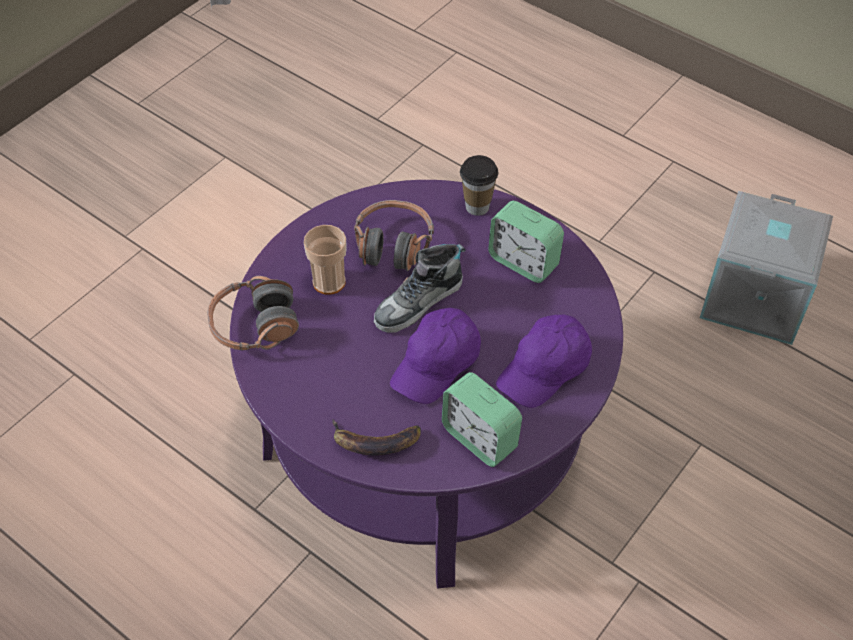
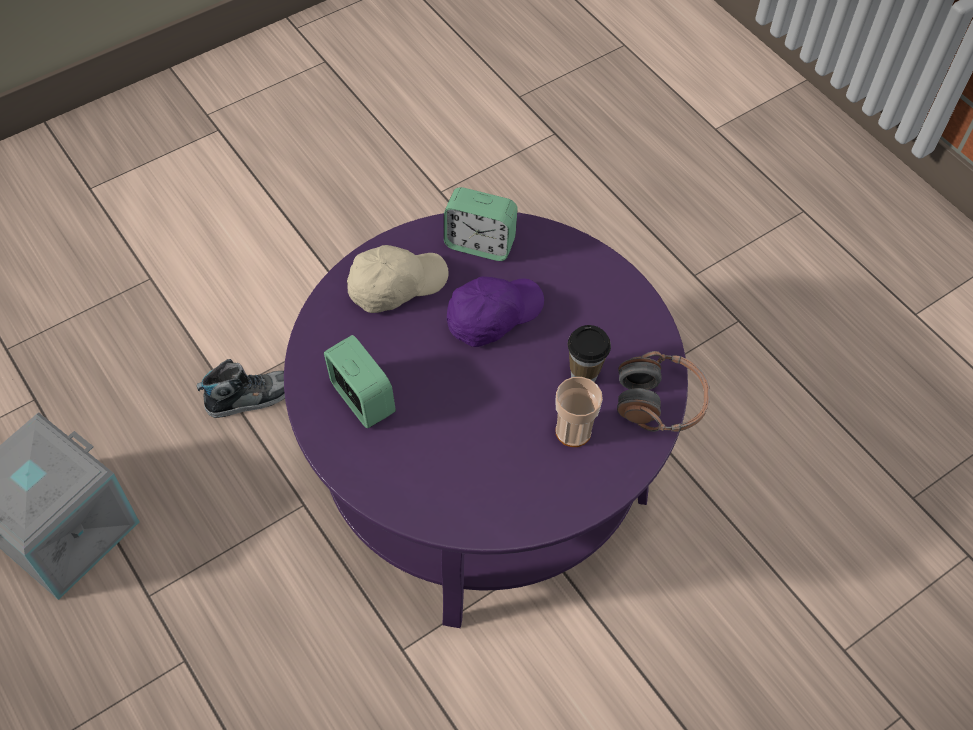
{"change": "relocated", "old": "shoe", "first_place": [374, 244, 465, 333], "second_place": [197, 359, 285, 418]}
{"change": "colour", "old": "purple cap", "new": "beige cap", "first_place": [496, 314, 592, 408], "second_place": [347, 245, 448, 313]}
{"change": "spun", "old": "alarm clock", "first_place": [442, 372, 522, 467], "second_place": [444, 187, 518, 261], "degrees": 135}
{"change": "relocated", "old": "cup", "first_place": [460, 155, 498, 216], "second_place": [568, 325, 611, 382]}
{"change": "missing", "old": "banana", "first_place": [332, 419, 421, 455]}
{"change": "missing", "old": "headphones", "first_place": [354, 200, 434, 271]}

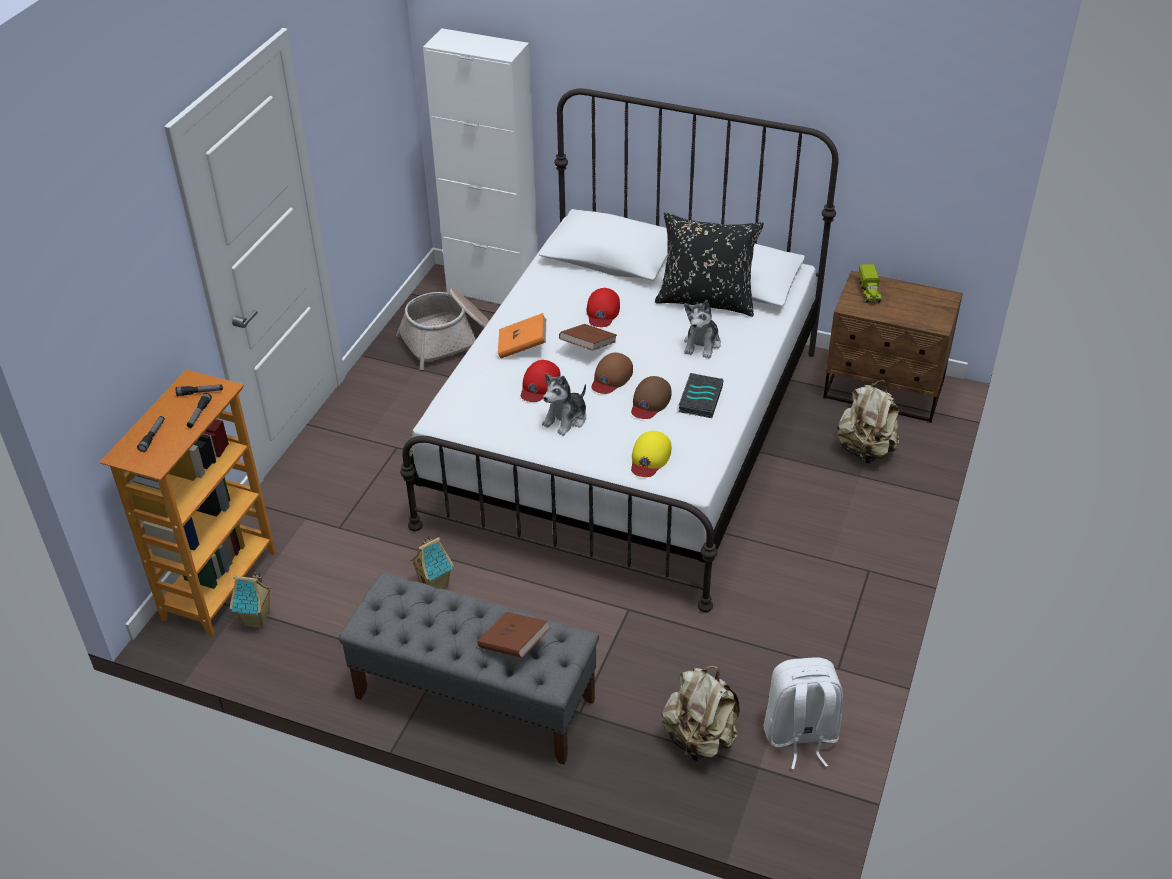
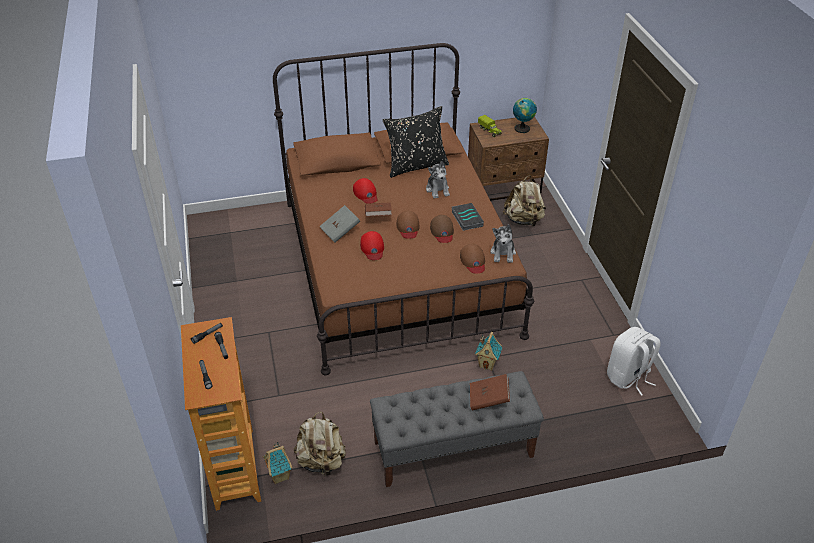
{"change": "colour", "old": "white bed", "new": "brown bed", "first_place": [400, 88, 839, 612], "second_place": [273, 43, 534, 375]}
{"change": "relocated", "old": "beige backpack", "first_place": [662, 666, 740, 762], "second_place": [293, 412, 346, 477]}
{"change": "colour", "old": "orange book", "new": "grey book", "first_place": [498, 313, 546, 359], "second_place": [320, 205, 360, 243]}
{"change": "colour", "old": "yellow cap", "new": "brown cap", "first_place": [631, 431, 671, 477], "second_place": [460, 244, 485, 273]}
{"change": "relocated", "old": "toy house", "first_place": [410, 535, 454, 589], "second_place": [475, 332, 502, 371]}
{"change": "relocated", "old": "plush toy", "first_place": [542, 373, 586, 436], "second_place": [490, 224, 516, 263]}
{"change": "appeared", "new": "globe", "second_place": [513, 98, 537, 133]}
{"change": "missing", "old": "basket", "first_place": [396, 288, 489, 370]}
{"change": "missing", "old": "white cabinet", "first_place": [423, 28, 538, 304]}

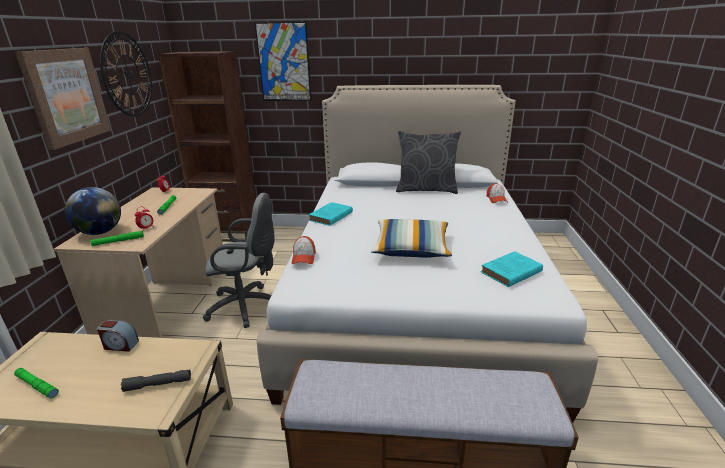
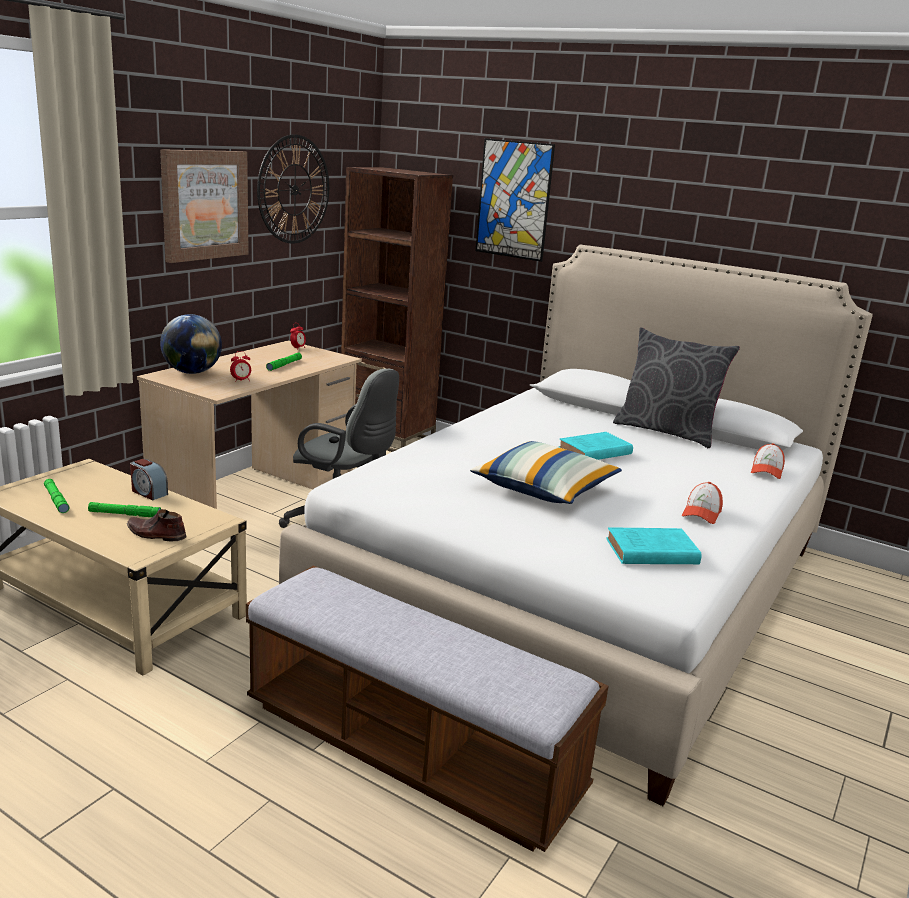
{"change": "relocated", "old": "green flashlight", "first_place": [91, 231, 144, 246], "second_place": [88, 502, 161, 517]}
{"change": "exchanged", "old": "grey flashlight", "new": "brown shoe", "first_place": [121, 370, 191, 392], "second_place": [127, 509, 186, 542]}
{"change": "relocated", "old": "turquoise book", "first_place": [308, 202, 353, 226], "second_place": [559, 432, 633, 460]}
{"change": "relocated", "old": "cap", "first_place": [292, 236, 316, 264], "second_place": [682, 482, 723, 524]}

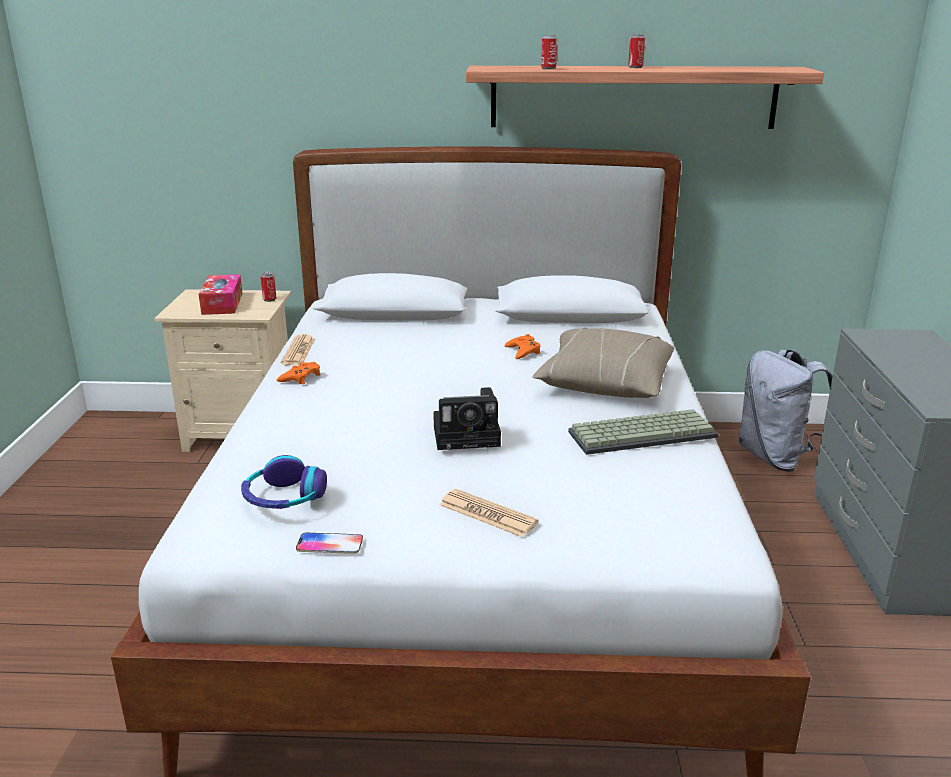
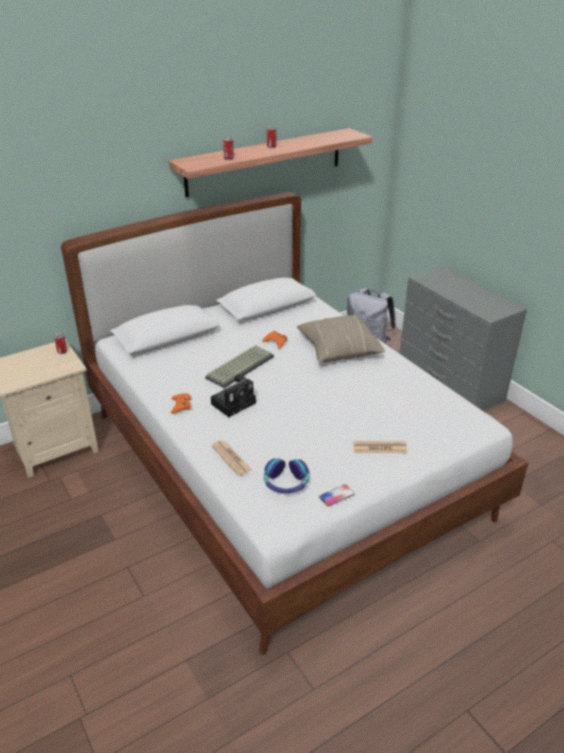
{"change": "relocated", "old": "keyboard", "first_place": [568, 409, 718, 455], "second_place": [205, 345, 274, 388]}
{"change": "relocated", "old": "photo camera", "first_place": [433, 387, 501, 450], "second_place": [211, 374, 256, 417]}
{"change": "relocated", "old": "newspaper", "first_place": [281, 334, 315, 365], "second_place": [212, 440, 252, 476]}
{"change": "missing", "old": "tissue box", "first_place": [199, 274, 243, 315]}

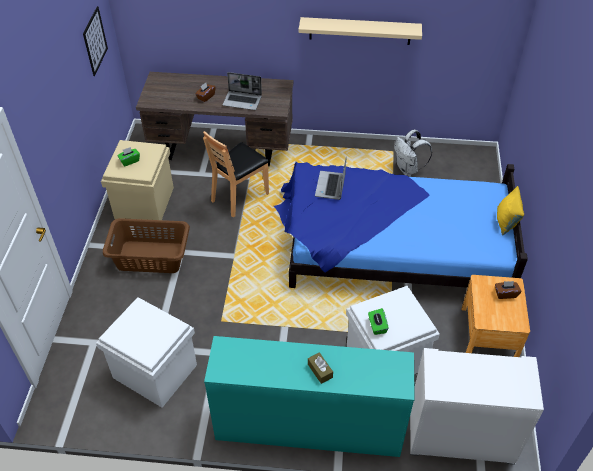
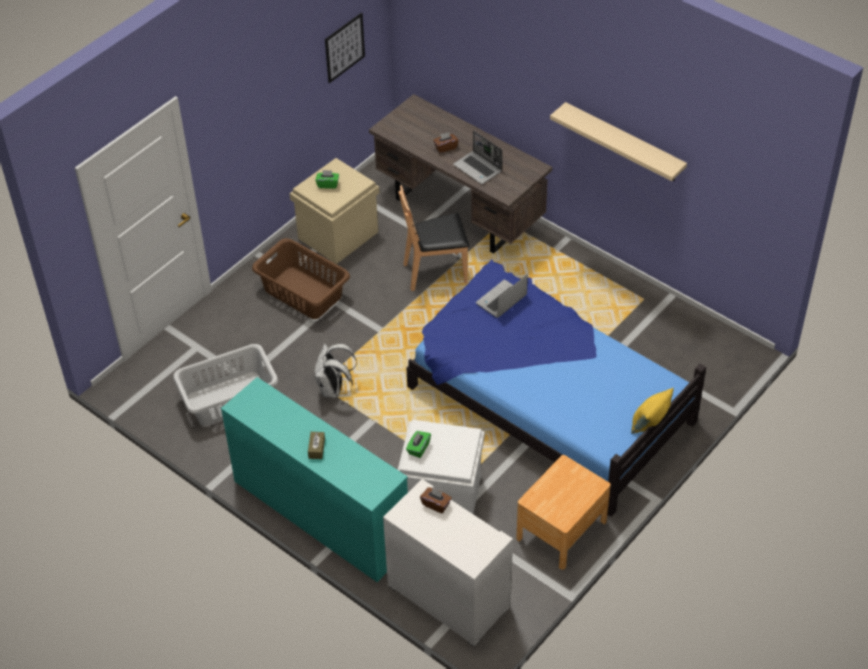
{"change": "exchanged", "old": "white storage box", "new": "grey laundry basket", "first_place": [96, 297, 197, 408], "second_place": [173, 344, 278, 426]}
{"change": "relocated", "old": "white backpack", "first_place": [394, 129, 432, 176], "second_place": [314, 344, 357, 398]}
{"change": "relocated", "old": "brown tissue box", "first_place": [495, 281, 521, 299], "second_place": [420, 487, 452, 513]}

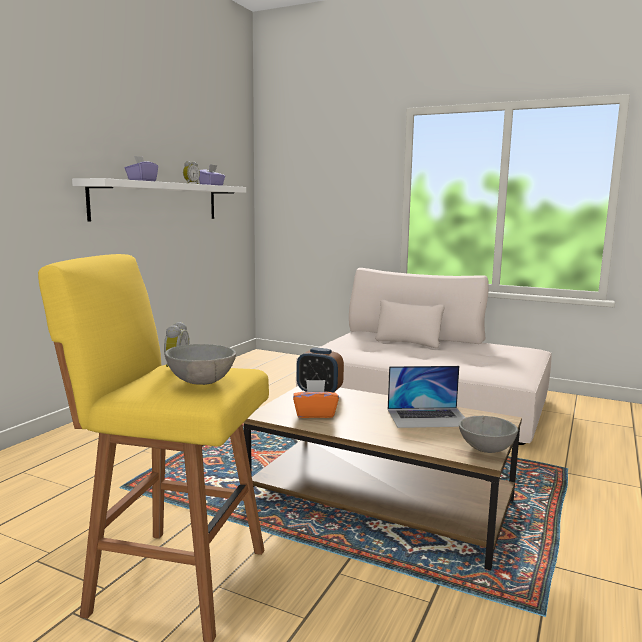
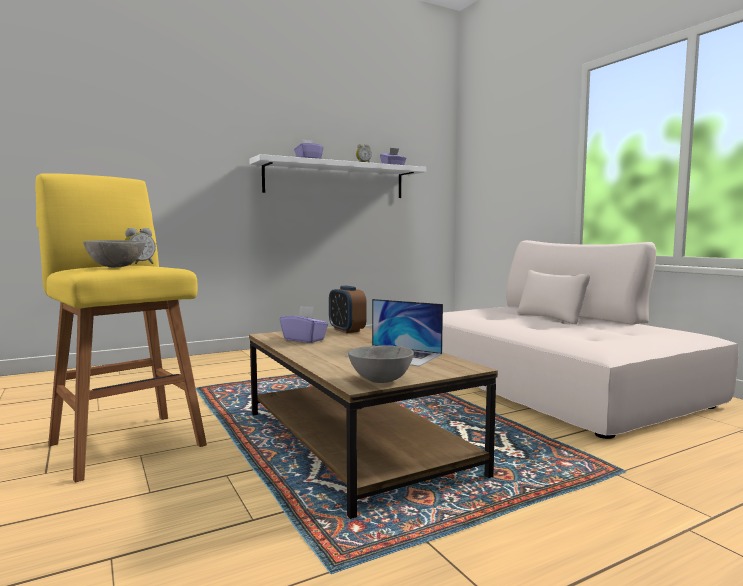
{"change": "colour", "old": "orange tissue box", "new": "purple tissue box", "first_place": [293, 380, 339, 418], "second_place": [279, 306, 328, 343]}

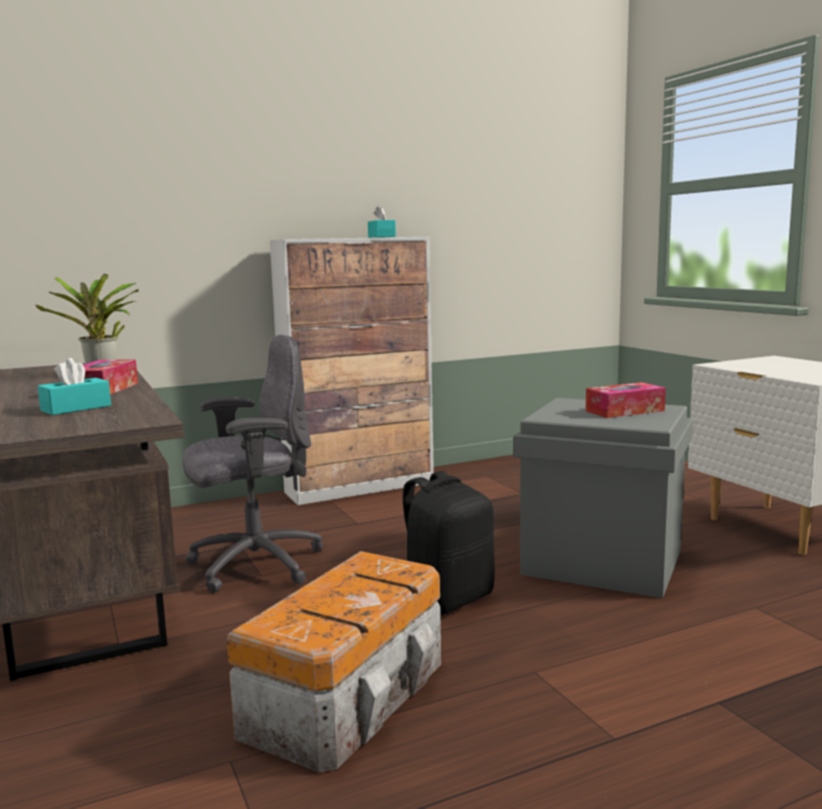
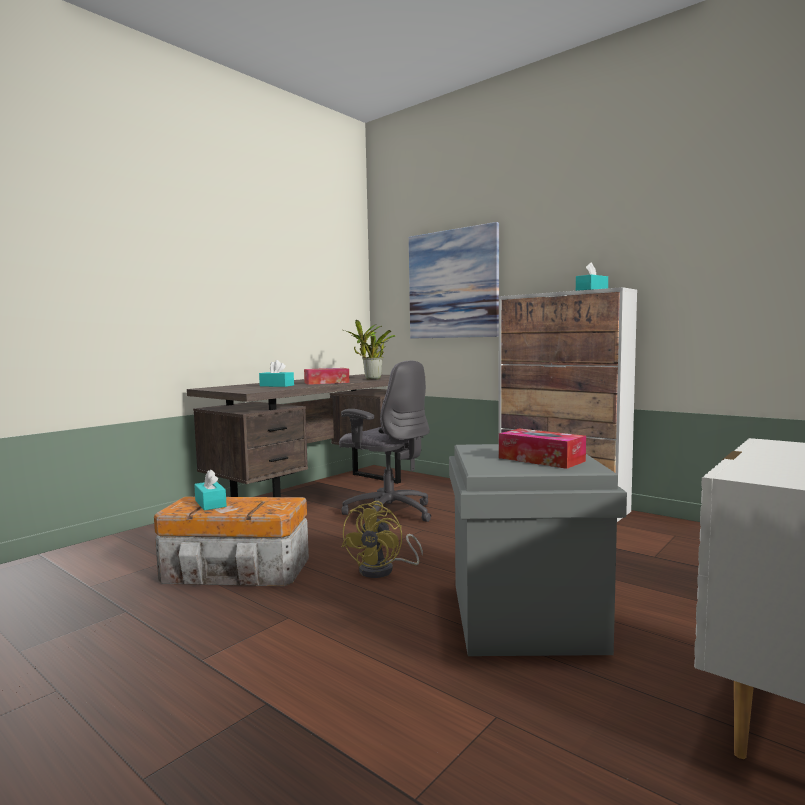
{"change": "appeared", "new": "turquoise tissue box", "second_place": [194, 469, 227, 510]}
{"change": "exchanged", "old": "black backpack", "new": "yellow fan", "first_place": [403, 471, 495, 615], "second_place": [342, 501, 423, 578]}
{"change": "appeared", "new": "picture", "second_place": [409, 222, 499, 339]}

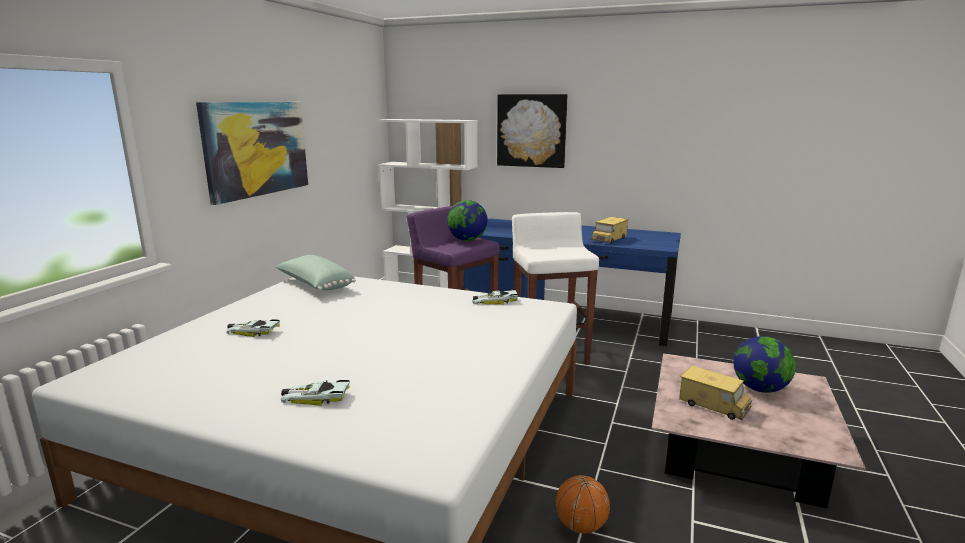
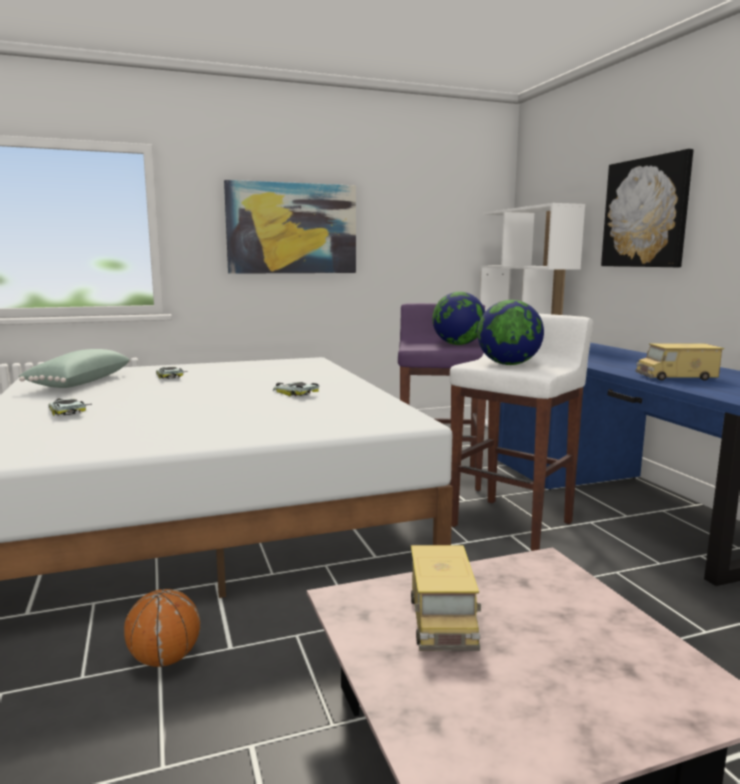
{"change": "relocated", "old": "green pillow", "first_place": [276, 255, 356, 290], "second_place": [19, 349, 130, 388]}
{"change": "relocated", "old": "toy car", "first_place": [472, 289, 518, 305], "second_place": [273, 382, 319, 396]}
{"change": "relocated", "old": "globe", "first_place": [734, 336, 796, 393], "second_place": [477, 300, 544, 365]}

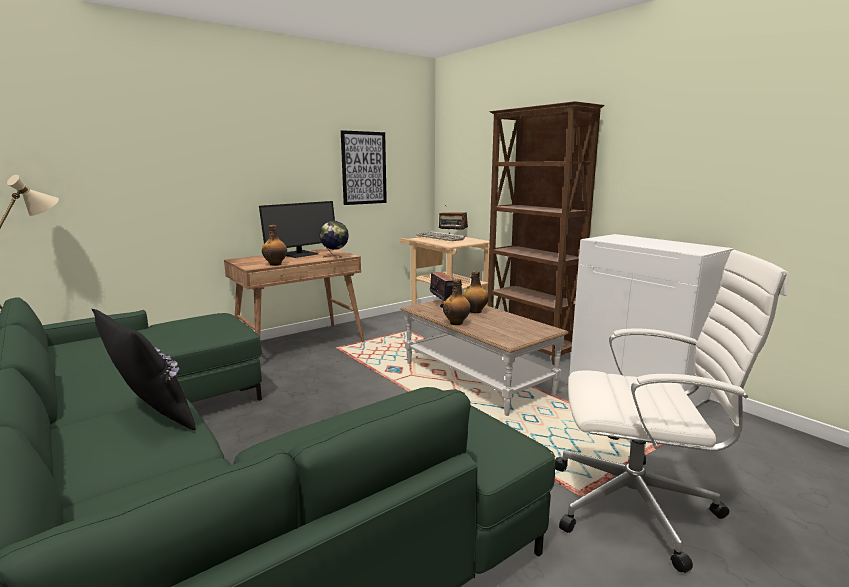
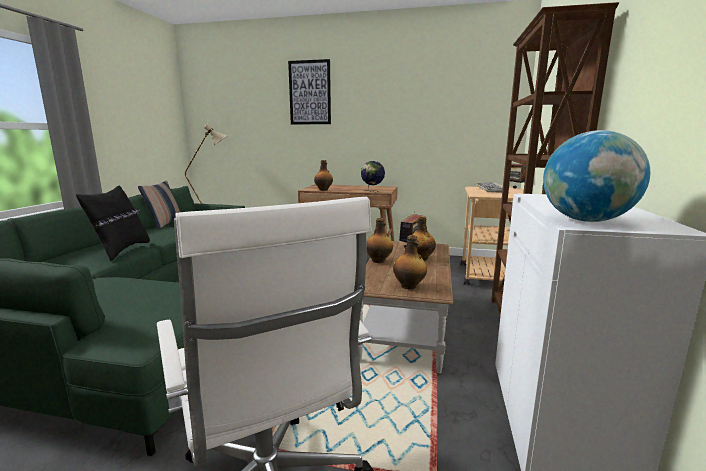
{"change": "appeared", "new": "pillow", "second_place": [138, 181, 181, 229]}
{"change": "relocated", "old": "picture", "first_place": [341, 130, 387, 205], "second_place": [288, 59, 331, 124]}
{"change": "appeared", "new": "bottle", "second_place": [393, 235, 427, 289]}
{"change": "appeared", "new": "globe", "second_place": [543, 130, 650, 222]}
{"change": "missing", "old": "monitor", "first_place": [259, 201, 335, 258]}

